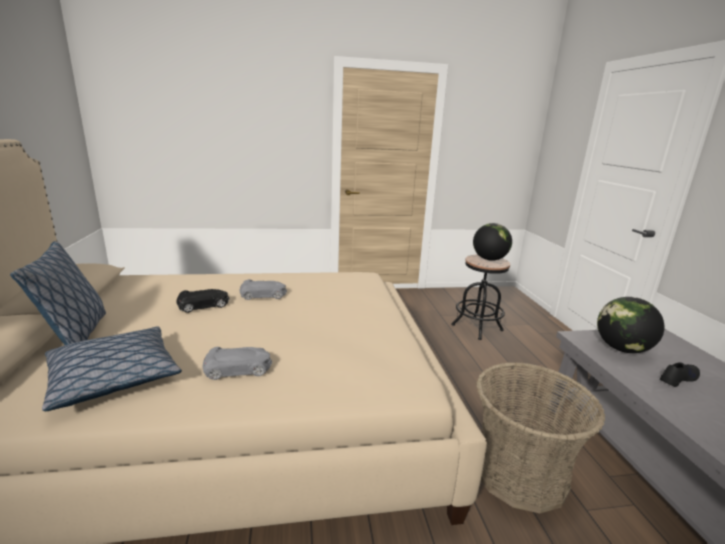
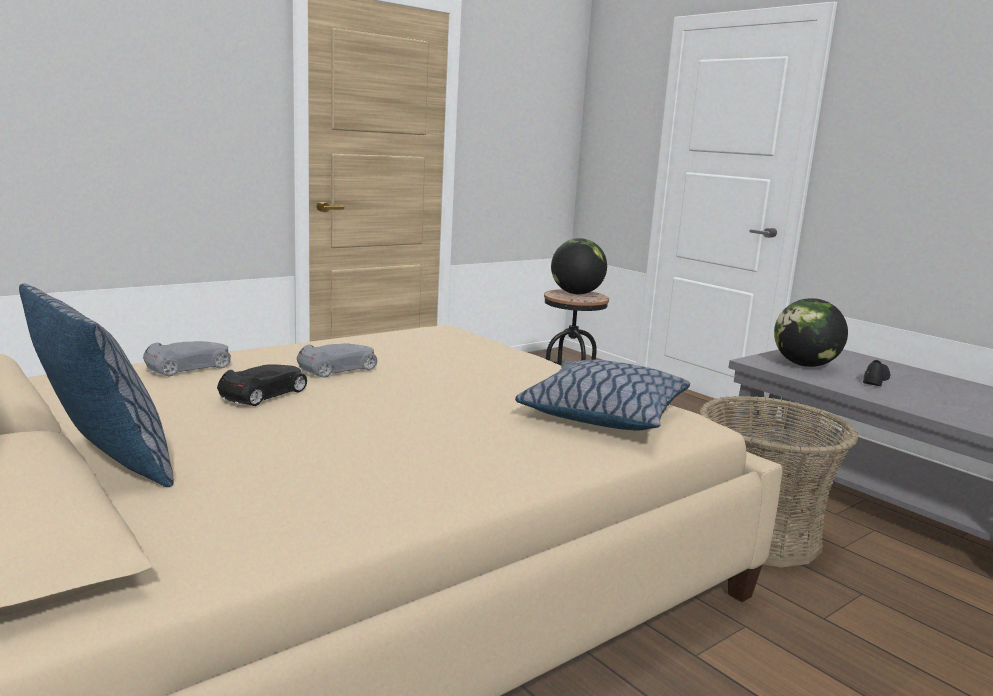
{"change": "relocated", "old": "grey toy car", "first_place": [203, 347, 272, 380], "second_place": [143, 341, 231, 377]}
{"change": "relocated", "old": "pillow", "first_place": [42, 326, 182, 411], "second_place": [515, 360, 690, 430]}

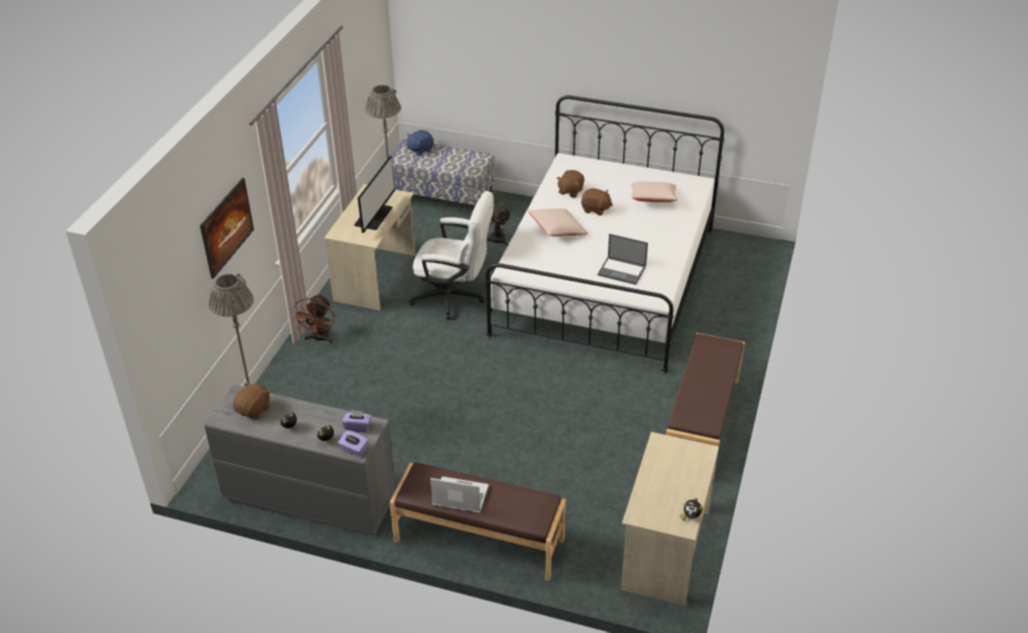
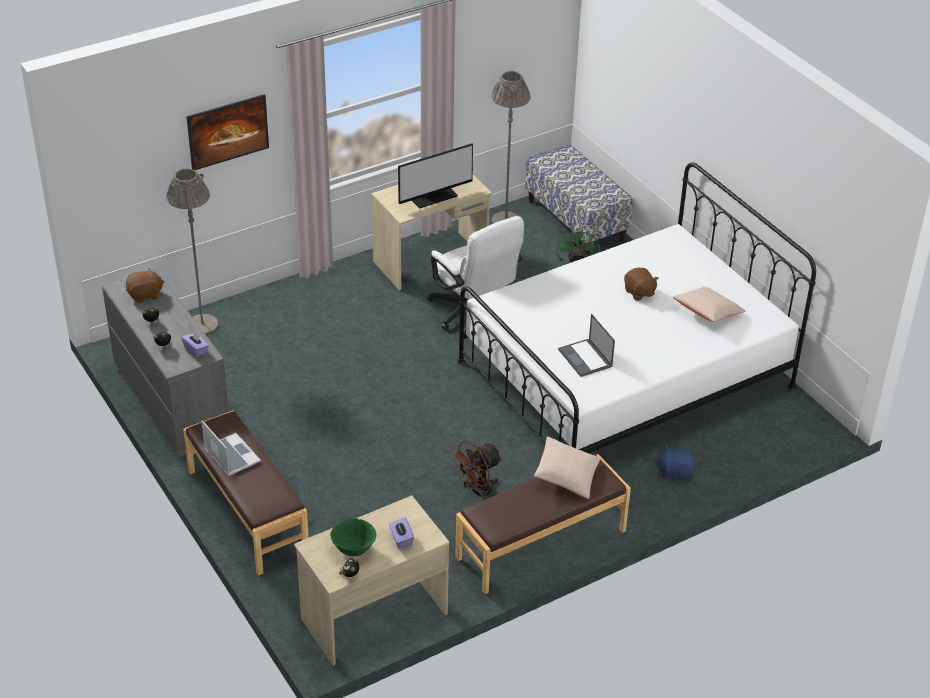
{"change": "appeared", "new": "green bowl", "second_place": [330, 518, 376, 556]}
{"change": "relocated", "old": "purple tissue box", "first_place": [338, 430, 369, 457], "second_place": [389, 517, 414, 548]}
{"change": "relocated", "old": "brown fan", "first_place": [291, 294, 334, 343], "second_place": [450, 440, 502, 501]}
{"change": "relocated", "old": "beige pillow", "first_place": [528, 208, 589, 236], "second_place": [534, 437, 601, 499]}
{"change": "relocated", "old": "blue plush toy", "first_place": [407, 130, 434, 156], "second_place": [655, 445, 694, 480]}
{"change": "missing", "old": "brown plush toy", "first_place": [557, 170, 584, 198]}

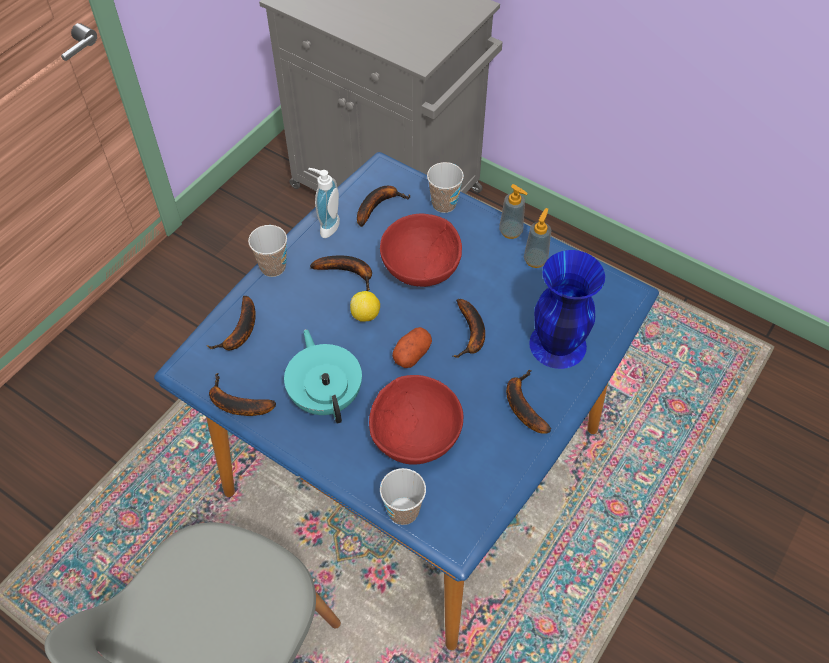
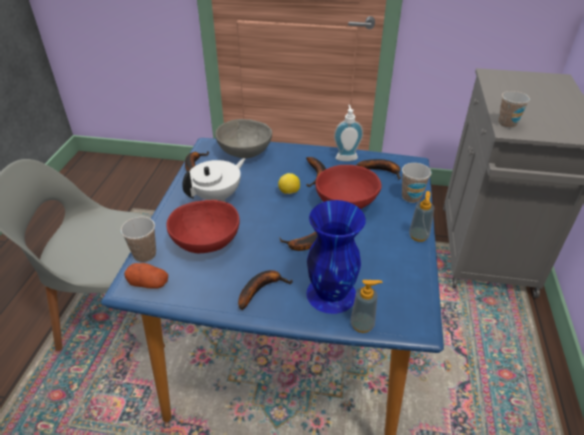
{"change": "relocated", "old": "potato", "first_place": [392, 327, 432, 368], "second_place": [124, 263, 168, 289]}
{"change": "colour", "old": "turquoise teapot", "new": "white teapot", "first_place": [284, 329, 362, 424], "second_place": [182, 158, 245, 202]}
{"change": "exchanged", "old": "banana", "new": "grey bowl", "first_place": [206, 296, 256, 350], "second_place": [215, 119, 272, 158]}
{"change": "relocated", "old": "soap dispenser", "first_place": [524, 208, 551, 268], "second_place": [350, 280, 382, 333]}
{"change": "relocated", "old": "cup", "first_place": [248, 225, 287, 277], "second_place": [498, 91, 530, 128]}

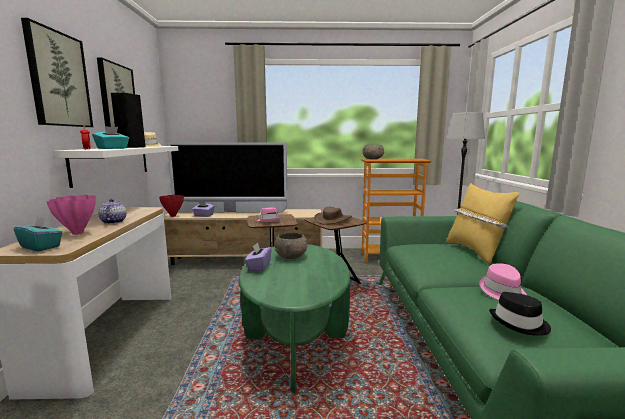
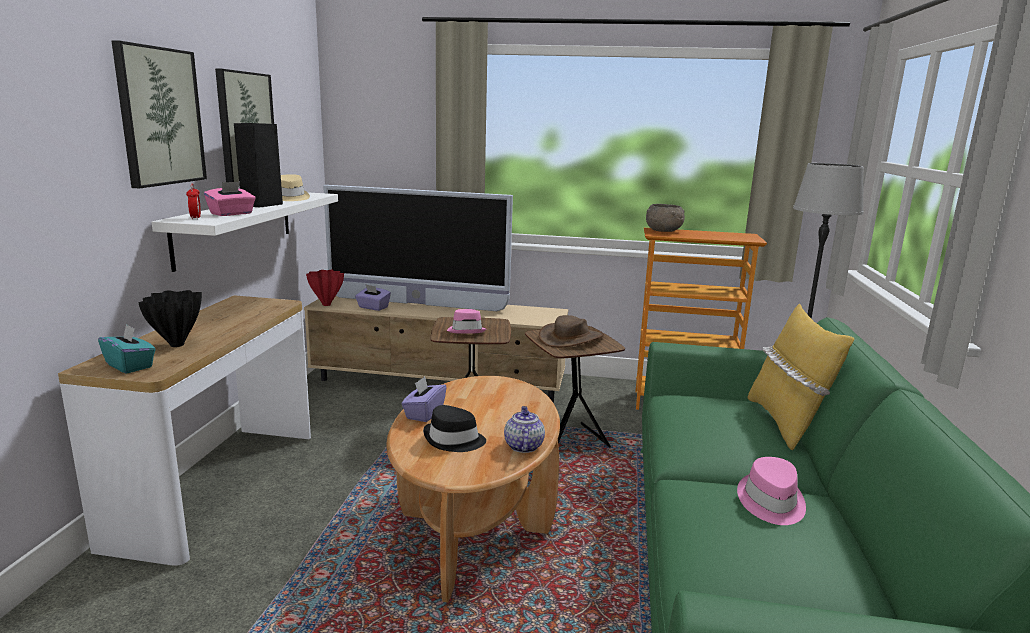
{"change": "colour", "old": "pink vase", "new": "black vase", "first_place": [47, 195, 96, 235], "second_place": [138, 290, 202, 347]}
{"change": "colour", "old": "turquoise tissue box", "new": "pink tissue box", "first_place": [92, 126, 129, 149], "second_place": [204, 181, 256, 216]}
{"change": "colour", "old": "green coffee table", "new": "brown coffee table", "first_place": [239, 244, 350, 393], "second_place": [386, 376, 560, 603]}
{"change": "relocated", "old": "black hat", "first_place": [489, 292, 551, 335], "second_place": [423, 405, 486, 452]}
{"change": "relocated", "old": "teapot", "first_place": [98, 199, 126, 224], "second_place": [504, 406, 545, 453]}
{"change": "missing", "old": "grey bowl", "first_place": [275, 233, 308, 259]}

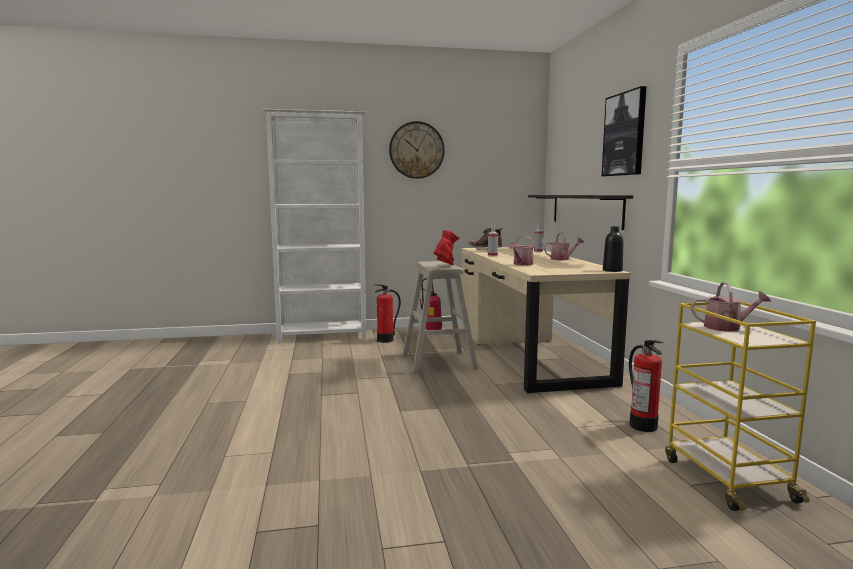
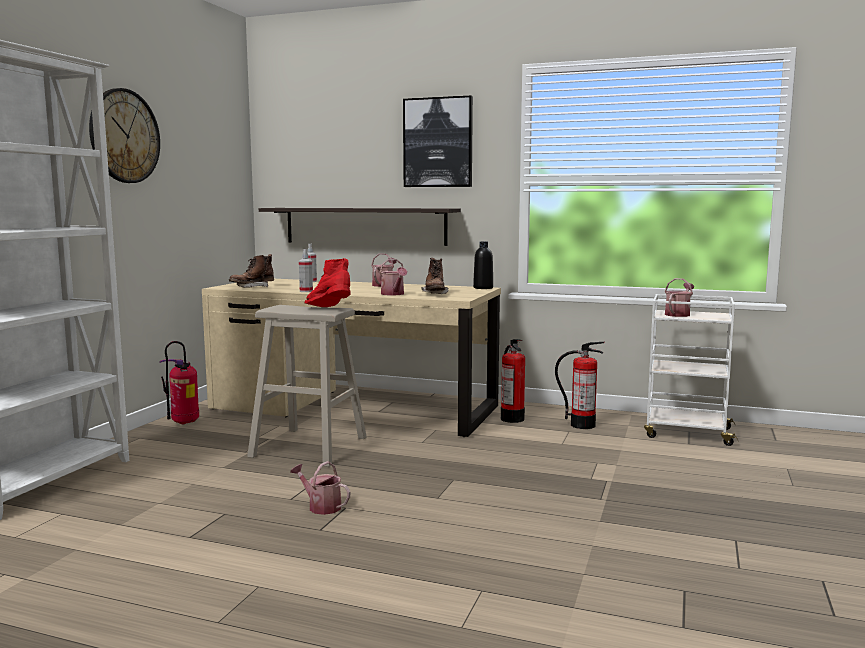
{"change": "appeared", "new": "watering can", "second_place": [290, 461, 350, 515]}
{"change": "appeared", "new": "brown boot", "second_place": [421, 258, 448, 294]}
{"change": "relocated", "old": "fire extinguisher", "first_place": [374, 284, 401, 343], "second_place": [501, 339, 525, 423]}
{"change": "colour", "old": "yellow cart", "new": "white cart", "first_place": [665, 302, 816, 511], "second_place": [644, 294, 738, 446]}

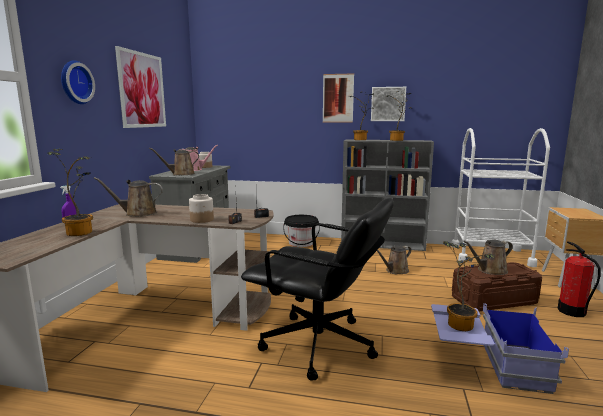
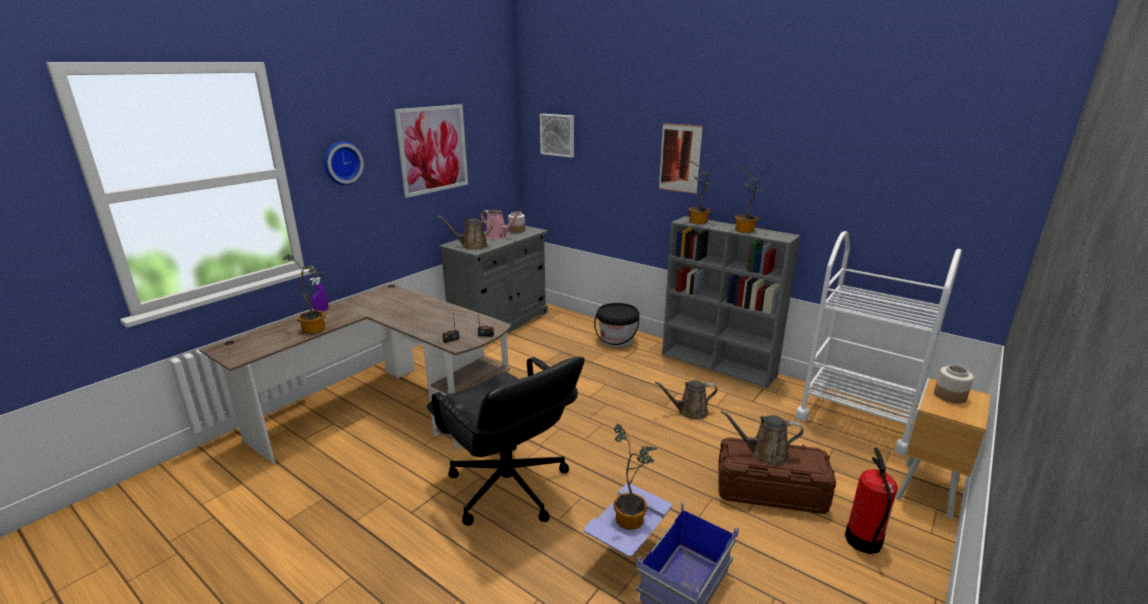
{"change": "relocated", "old": "picture", "first_place": [371, 87, 406, 121], "second_place": [540, 114, 574, 158]}
{"change": "relocated", "old": "jar", "first_place": [189, 194, 214, 223], "second_place": [934, 365, 974, 404]}
{"change": "missing", "old": "brown watering can", "first_place": [94, 177, 163, 217]}

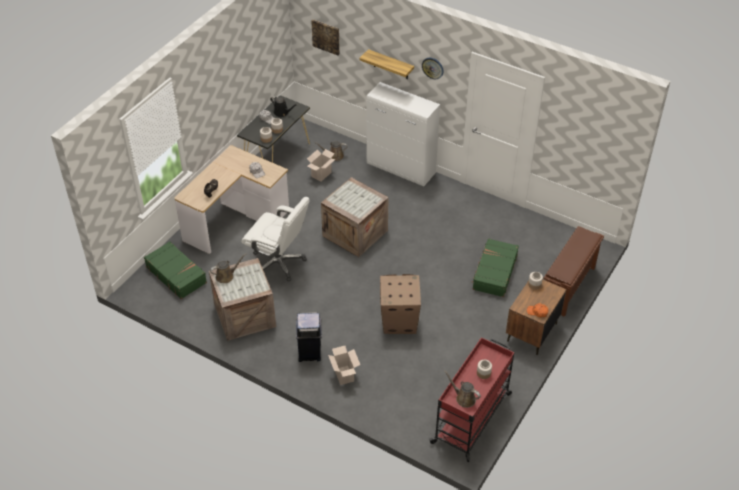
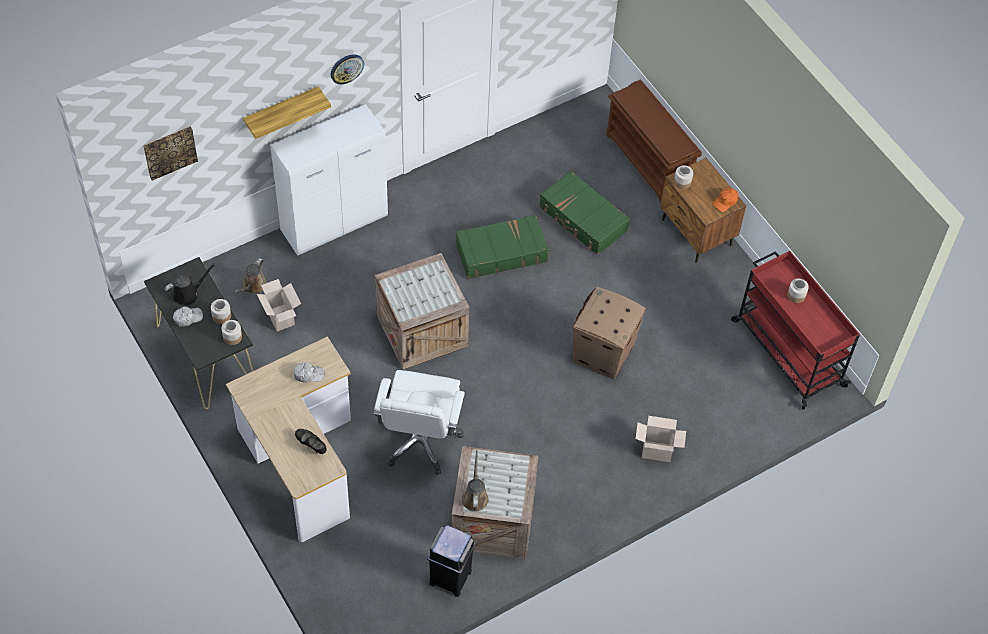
{"change": "spun", "old": "white office chair", "first_place": [241, 197, 309, 282], "second_place": [374, 370, 465, 475], "degrees": 135}
{"change": "relocated", "old": "black trash can", "first_place": [296, 312, 322, 362], "second_place": [427, 525, 476, 597]}
{"change": "relocated", "old": "green suitcase", "first_place": [144, 241, 207, 299], "second_place": [456, 215, 549, 279]}
{"change": "missing", "old": "brown watering can", "first_place": [444, 370, 481, 408]}

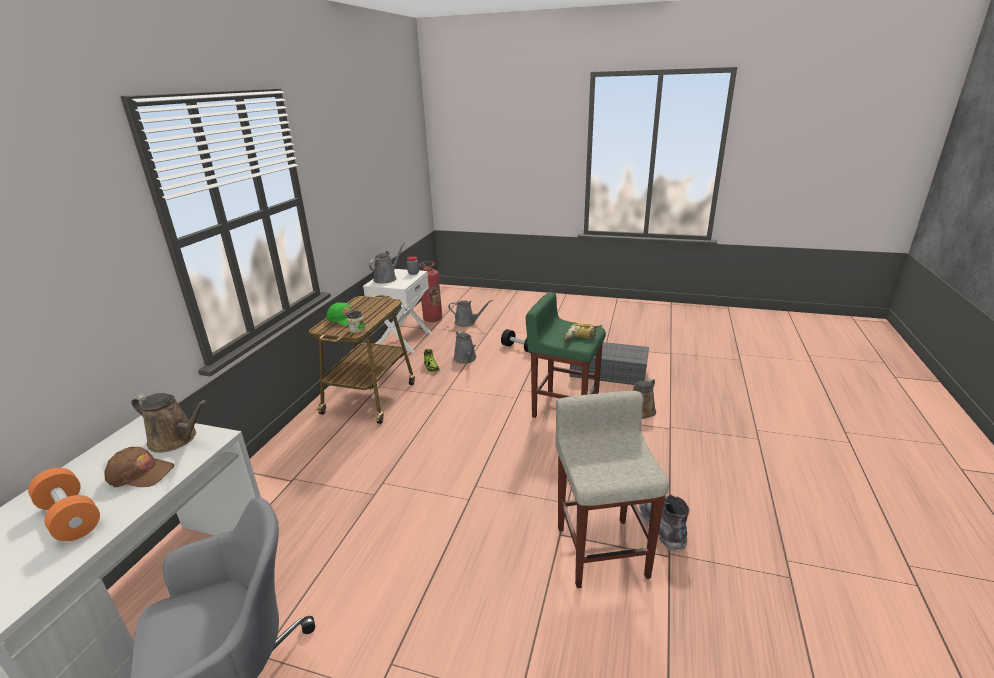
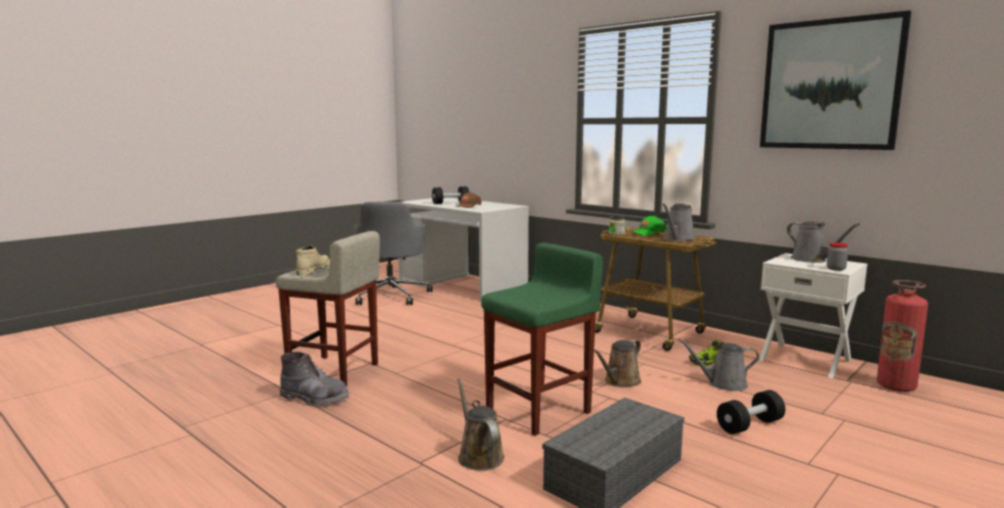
{"change": "appeared", "new": "beige boot", "second_place": [296, 246, 330, 276]}
{"change": "colour", "old": "orange dumbbell", "new": "black dumbbell", "first_place": [28, 468, 100, 541], "second_place": [432, 186, 469, 204]}
{"change": "relocated", "old": "brown watering can", "first_place": [131, 393, 207, 453], "second_place": [594, 339, 641, 387]}
{"change": "relocated", "old": "grey watering can", "first_place": [448, 300, 493, 327], "second_place": [662, 204, 696, 242]}
{"change": "appeared", "new": "picture", "second_place": [760, 10, 911, 150]}
{"change": "missing", "old": "power drill", "first_place": [563, 324, 602, 342]}

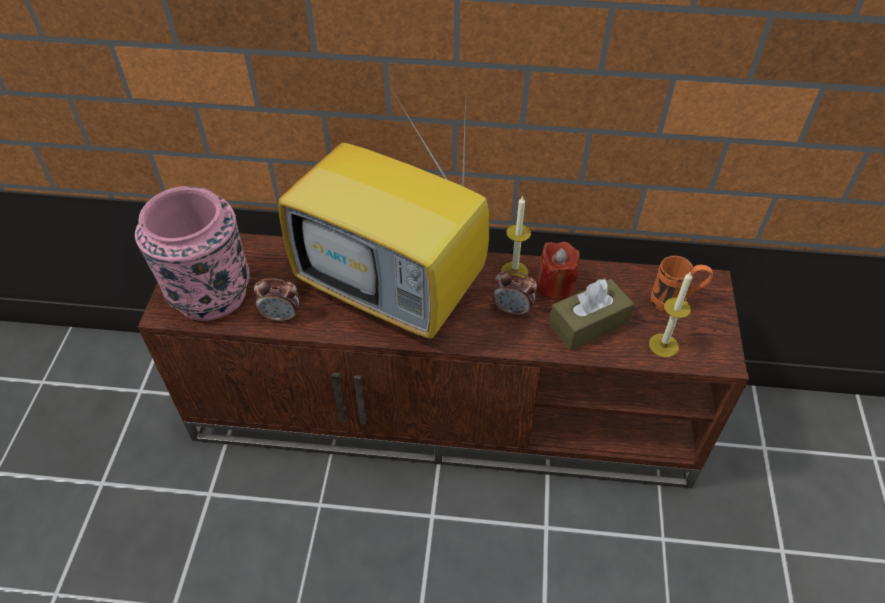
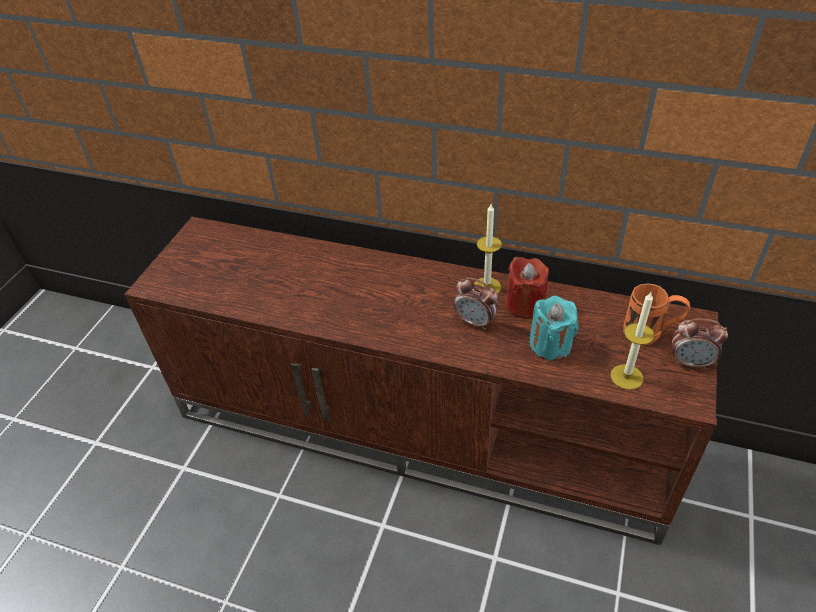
{"change": "exchanged", "old": "brown tissue box", "new": "turquoise candle", "first_place": [549, 279, 634, 350], "second_place": [529, 296, 578, 361]}
{"change": "relocated", "old": "alarm clock", "first_place": [254, 278, 300, 322], "second_place": [672, 318, 728, 370]}
{"change": "missing", "old": "pink vase", "first_place": [135, 186, 250, 321]}
{"change": "missing", "old": "television", "first_place": [278, 92, 489, 339]}

